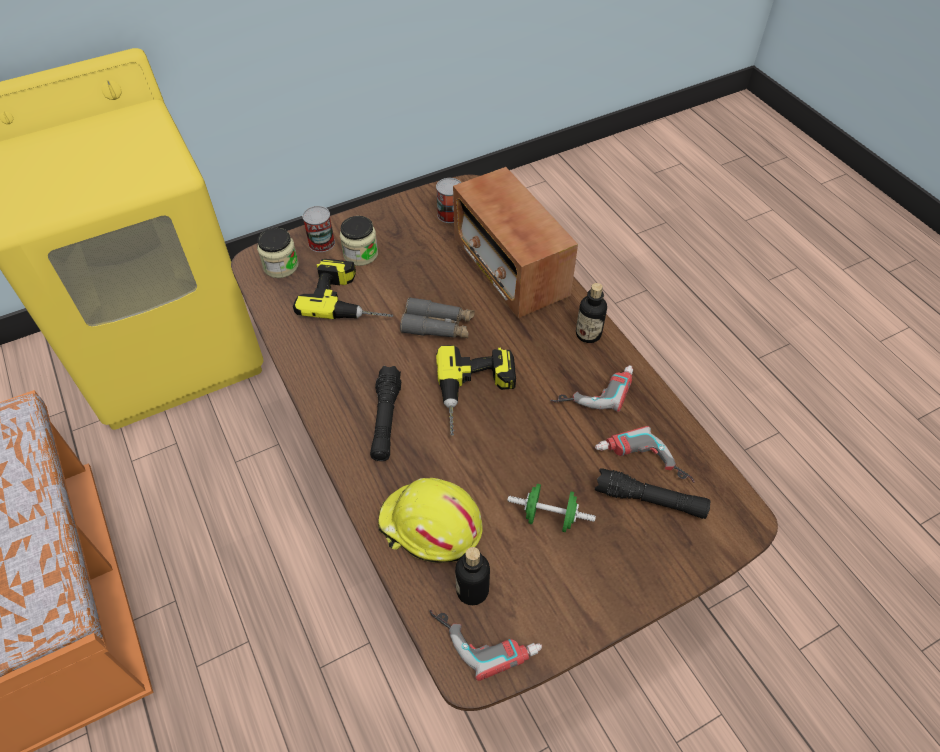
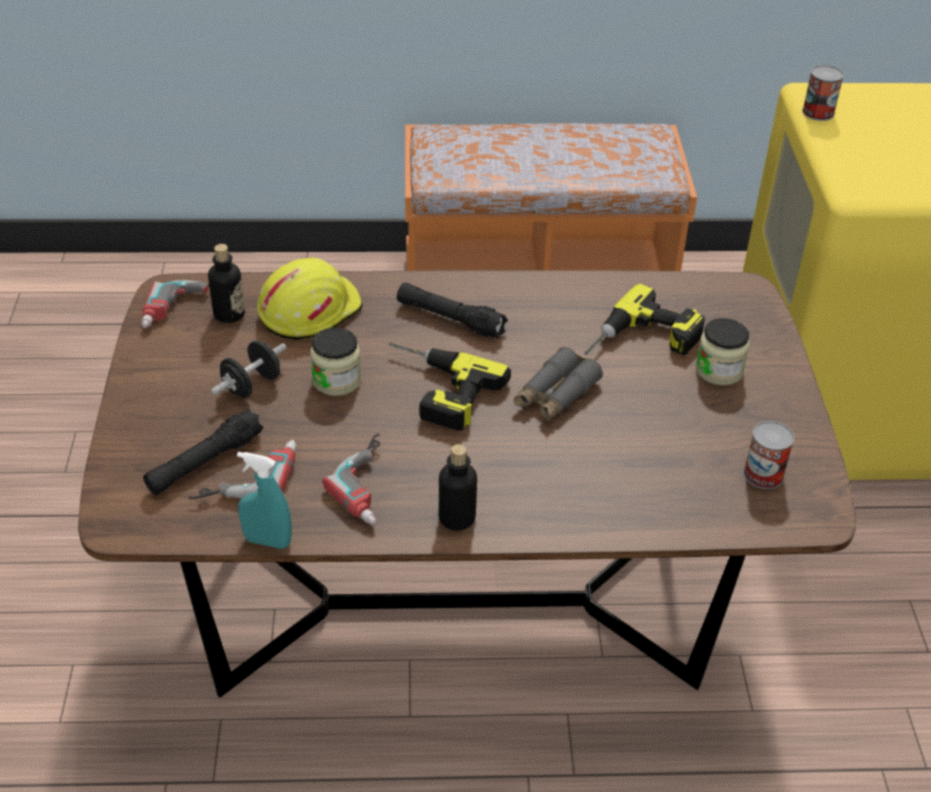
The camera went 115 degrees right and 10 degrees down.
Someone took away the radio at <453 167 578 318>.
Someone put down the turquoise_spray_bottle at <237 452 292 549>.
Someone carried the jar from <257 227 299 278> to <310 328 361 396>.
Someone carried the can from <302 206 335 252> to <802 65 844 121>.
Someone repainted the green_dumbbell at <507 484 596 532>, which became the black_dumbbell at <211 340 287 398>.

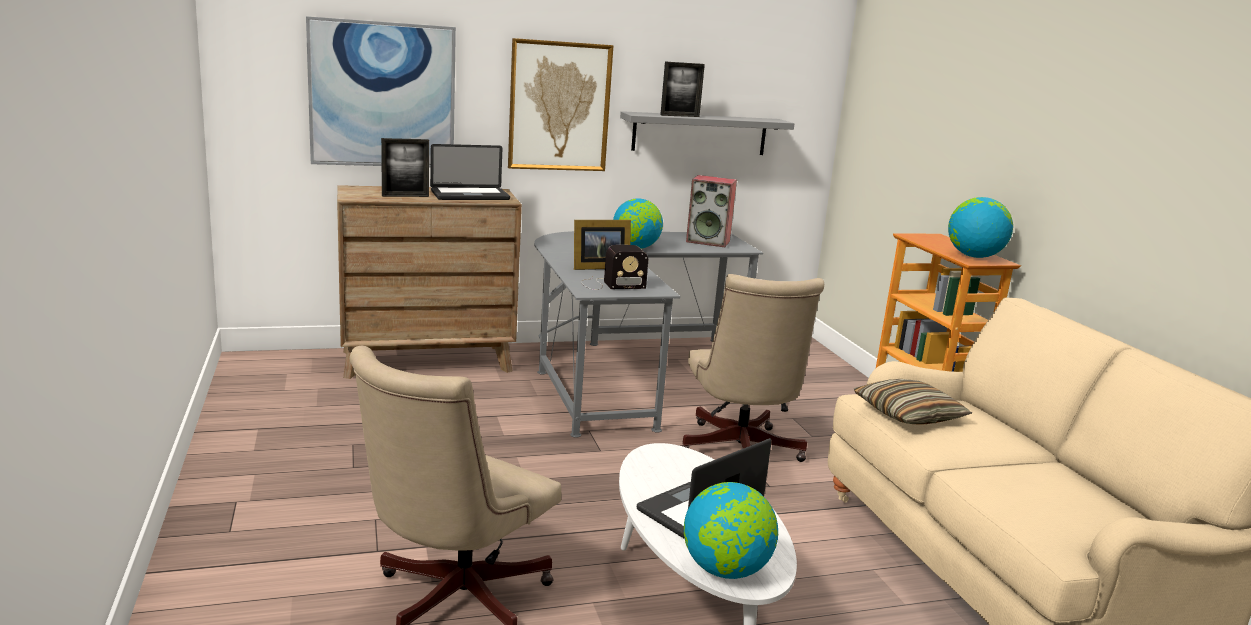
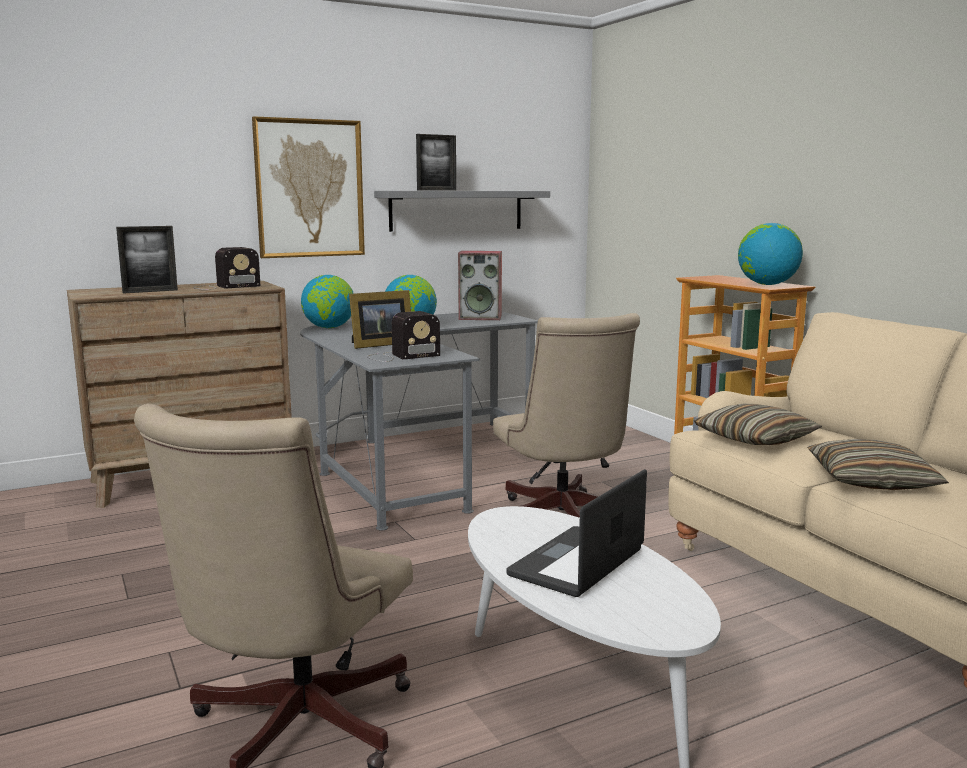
The camera went 10 degrees left and 5 degrees down.
Someone took away the picture at <306 16 456 167>.
Someone put down the pillow at <808 439 949 490>.
Someone carried the globe from <684 482 778 579> to <301 275 354 328>.
Someone swapped the laptop at <430 144 510 200> for the radio at <193 247 260 290>.

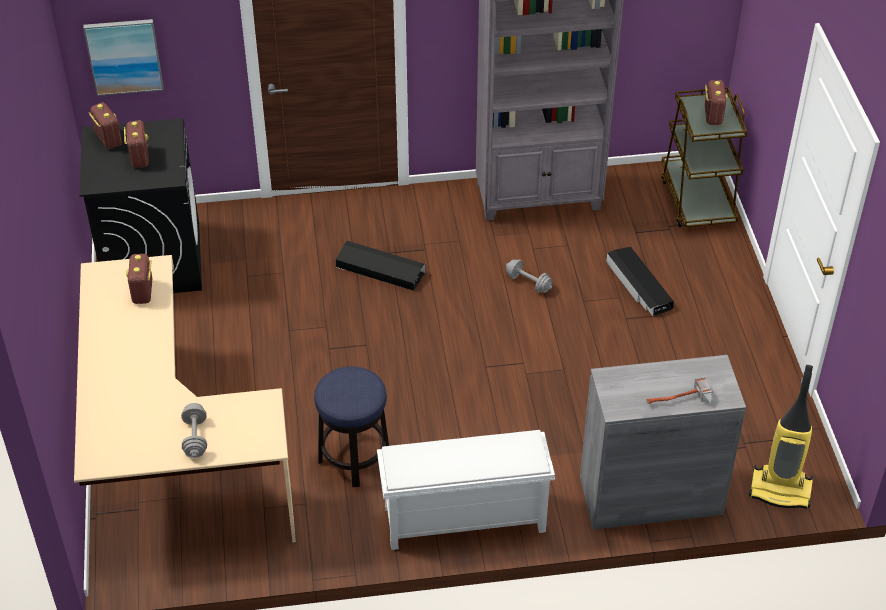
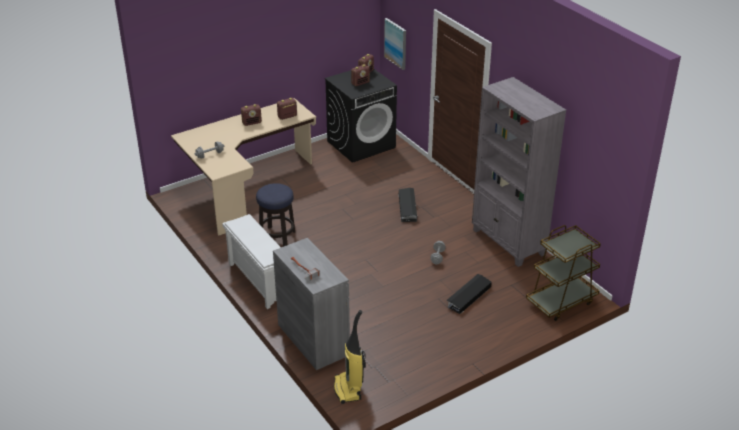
The camera went 65 degrees right and 10 degrees down.
Someone carried the radio from <705 80 728 125> to <241 104 262 126>.

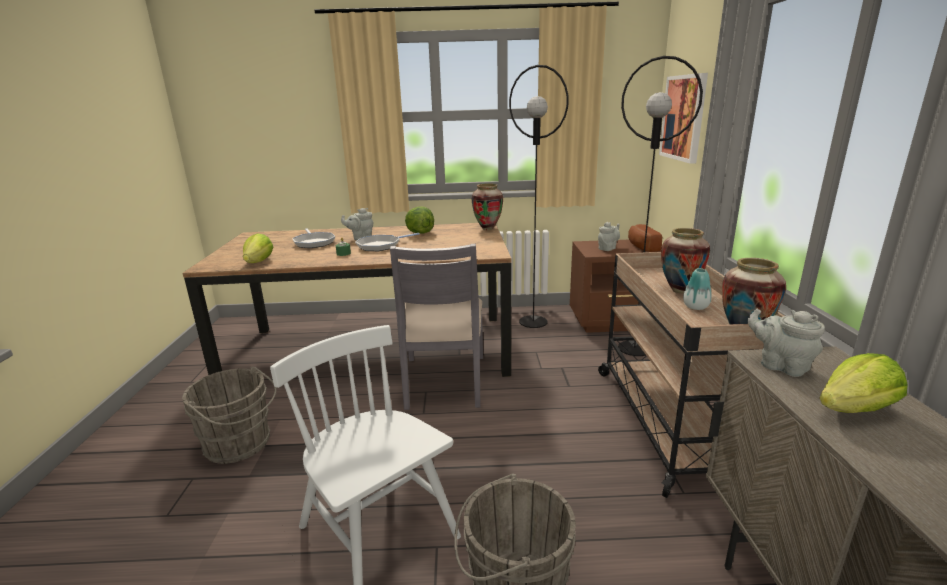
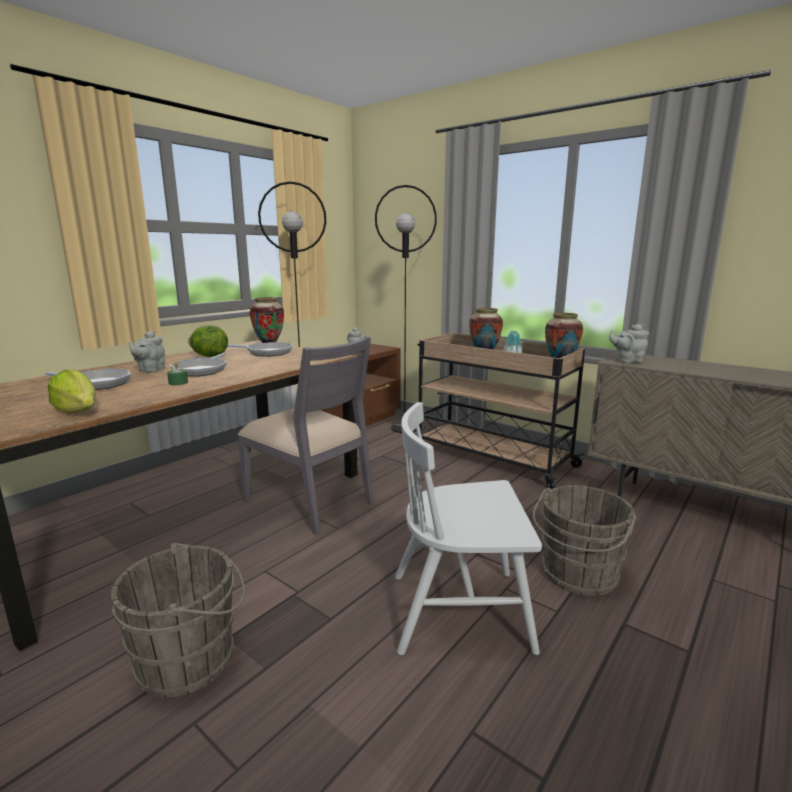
The camera went 50 degrees left and 5 degrees down.
Someone took away the bread at <628 224 662 252>.
Someone took away the picture at <659 73 708 164>.
Someone took away the lettuce at <820 353 908 413>.
Someone put down the frying_pan at <227 342 293 357>.

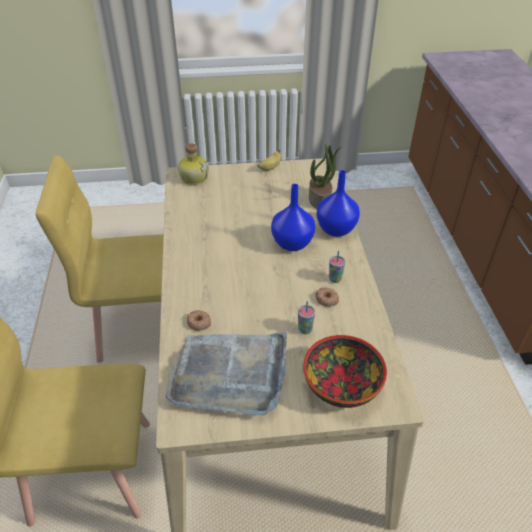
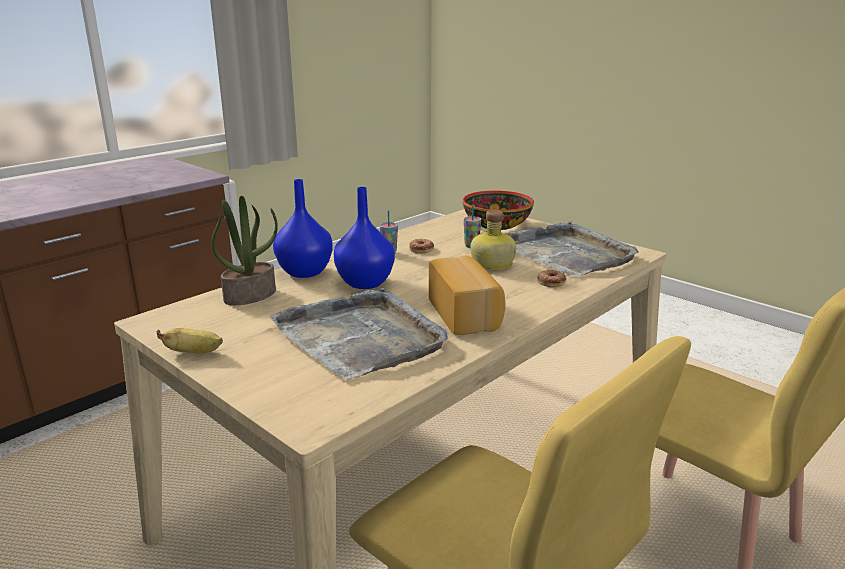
The camera went 130 degrees left and 20 degrees down.
Someone put down the grey_tray at <270 288 448 380>.
Someone put down the bread at <429 255 506 335>.
Someone carried the bottle from <178 143 209 185> to <470 210 516 271>.

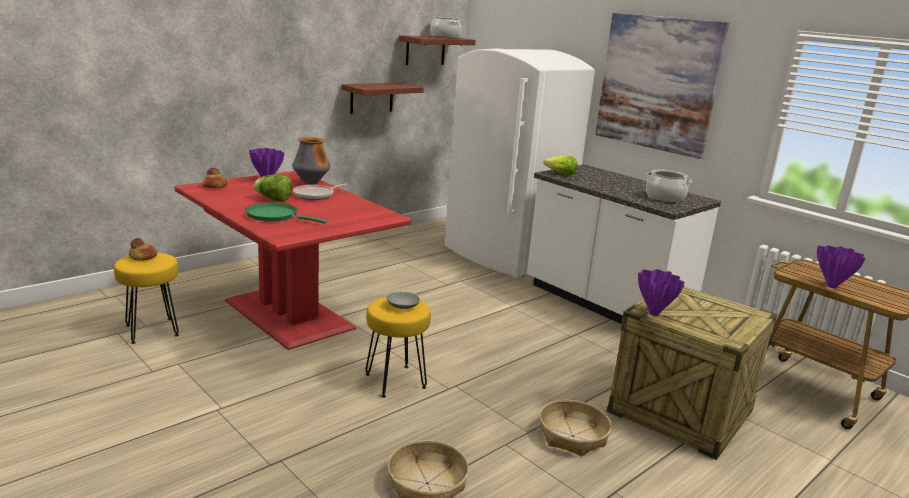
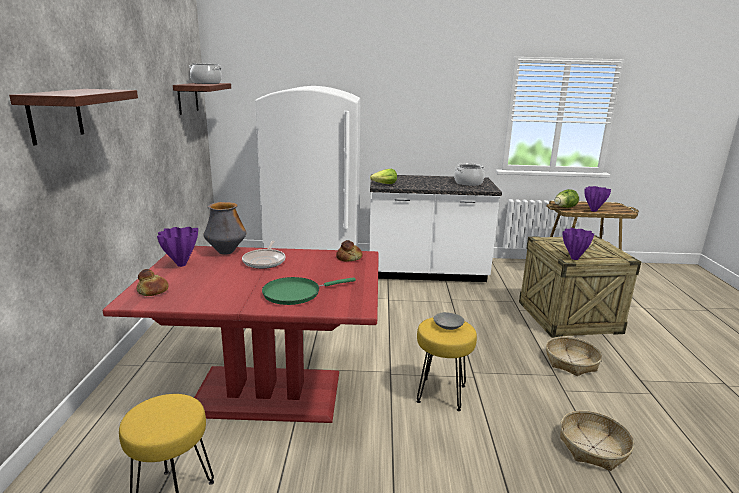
The camera went 45 degrees left and 0 degrees up.
Someone took away the picture at <595 13 729 159>.
Someone carried the bread from <129 238 157 261> to <336 240 363 262>.
Someone carried the lettuce from <253 174 292 202> to <554 189 579 208>.
Someone carried the shelf from <341 82 424 114> to <9 89 138 146>.

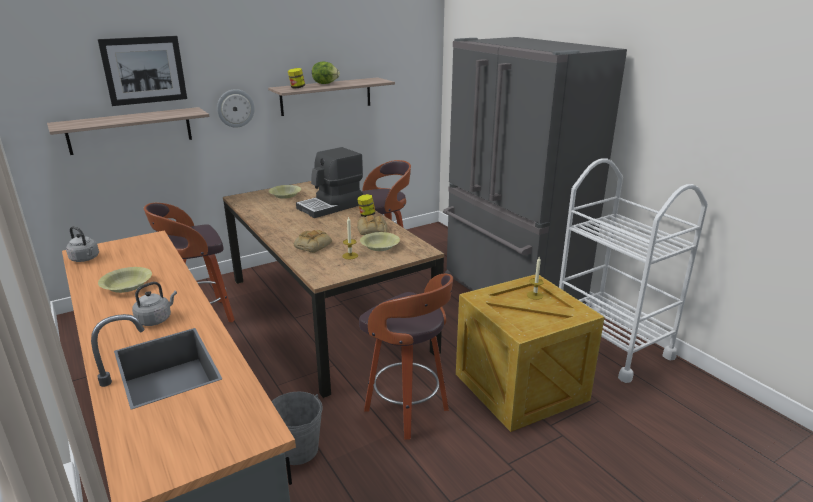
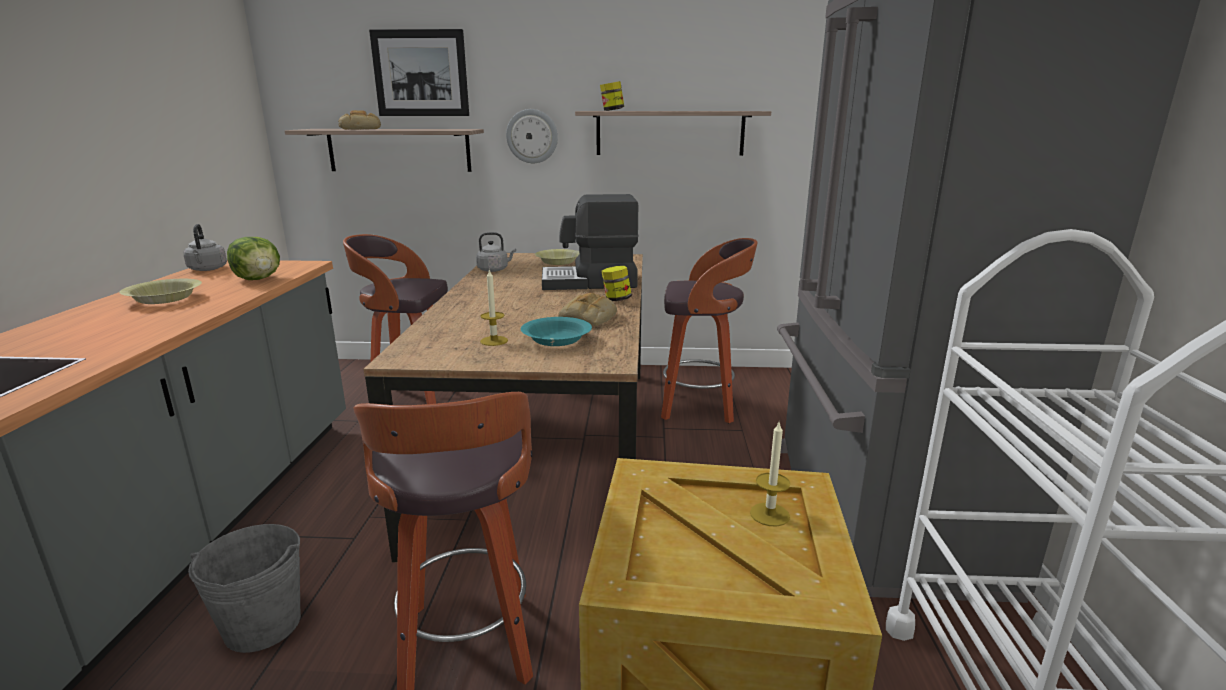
The camera went 35 degrees right and 5 degrees down.
Someone carried the grey_kettle from <132 282 177 326> to <476 232 516 272>.
Someone carried the bread from <294 230 332 253> to <338 110 381 130>.
Someone carried the lettuce from <312 61 340 84> to <227 237 280 280>.
Someone repainted the yellow_bowl at <360 232 400 251>, which became the turquoise_bowl at <521 317 592 346>.

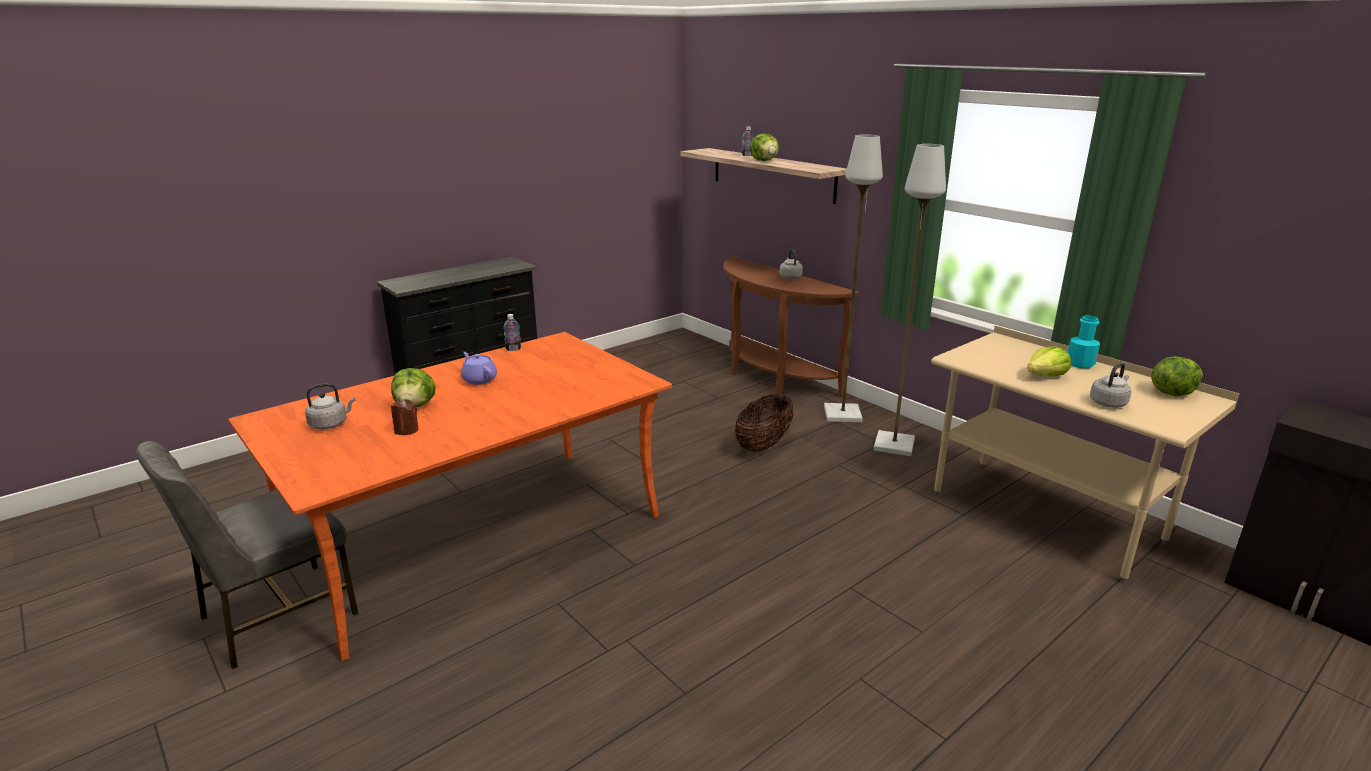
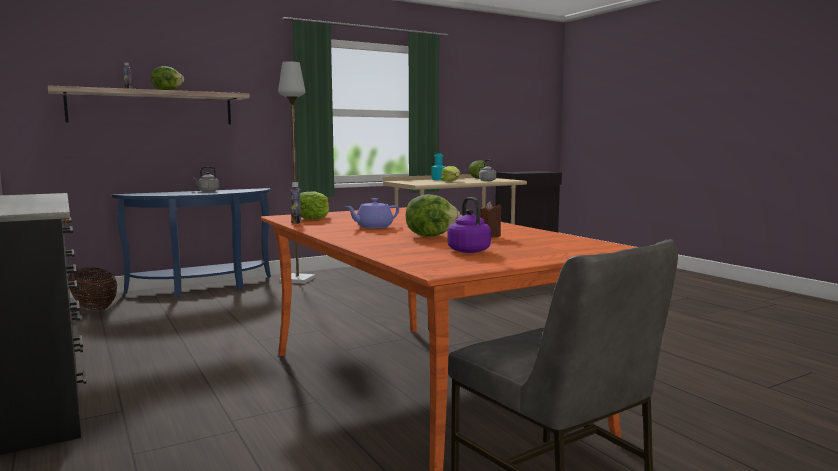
The camera went 80 degrees left and 15 degrees down.
Someone took away the grey_floor_lamp at <873 144 946 456>.
Someone put down the lettuce at <300 191 329 219>.
Someone carried the basket from <735 394 794 452> to <68 268 117 310>.
Someone repainted the grey_kettle at <305 383 355 430>, which became the purple_kettle at <448 197 491 253>.
Someone repainted the brown_console_table at <723 257 859 397>, which became the blue_console_table at <112 188 271 297>.

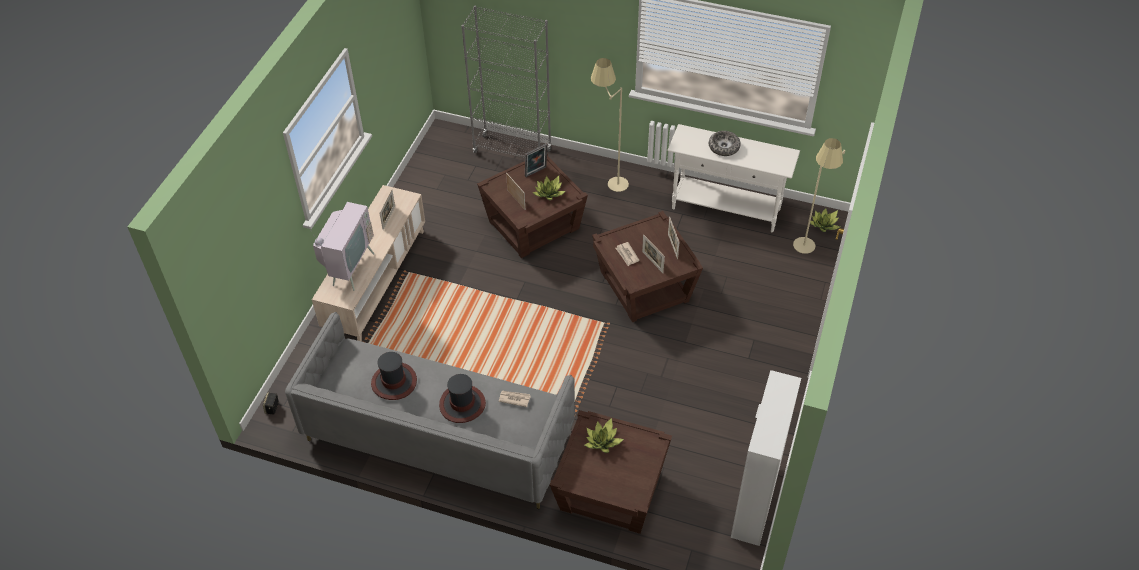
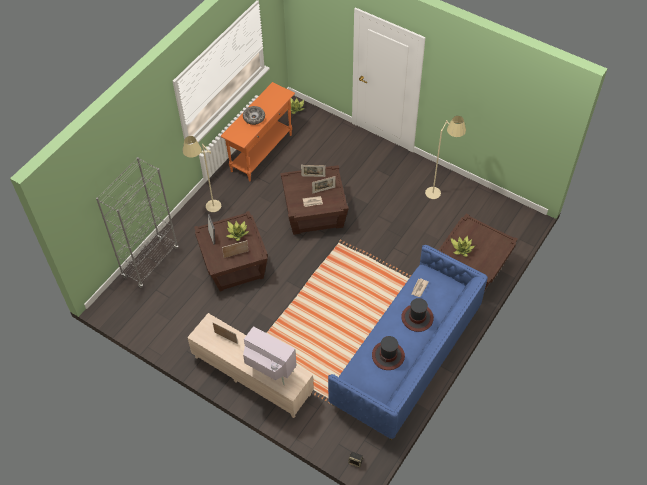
The camera went 75 degrees left and 5 degrees up.
Someone took away the cabinet at <731 370 801 546>.
Someone carried the beige_floor_lamp from <793 138 845 254> to <425 116 466 199>.
Someone repainted the grey_sofa at <285 312 575 509>, which became the blue_sofa at <328 245 488 440>.
Someone repainted the white_console_table at <667 124 800 232>, which became the orange_console_table at <221 82 295 182>.

